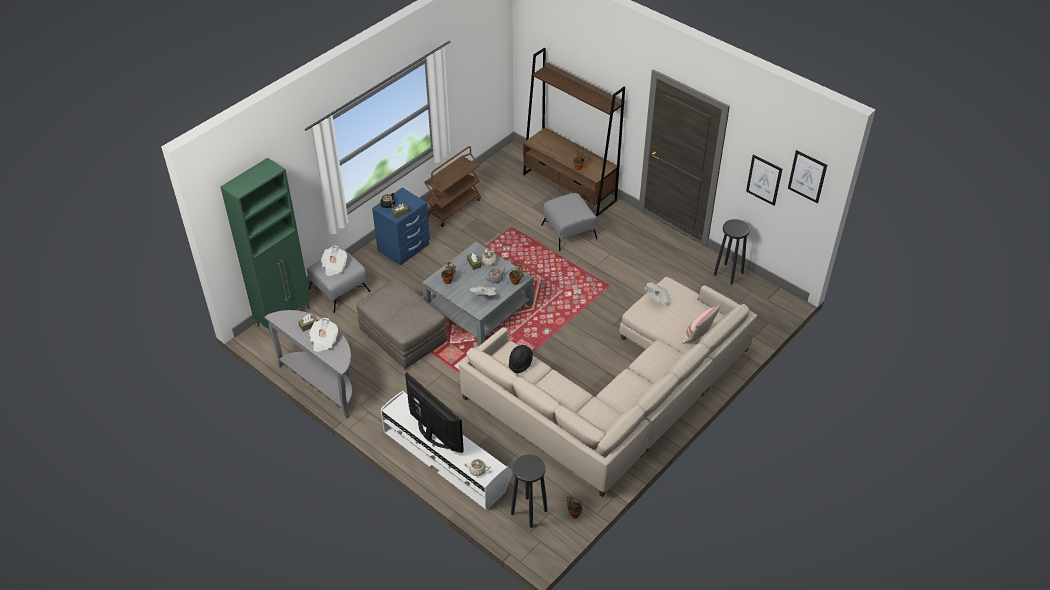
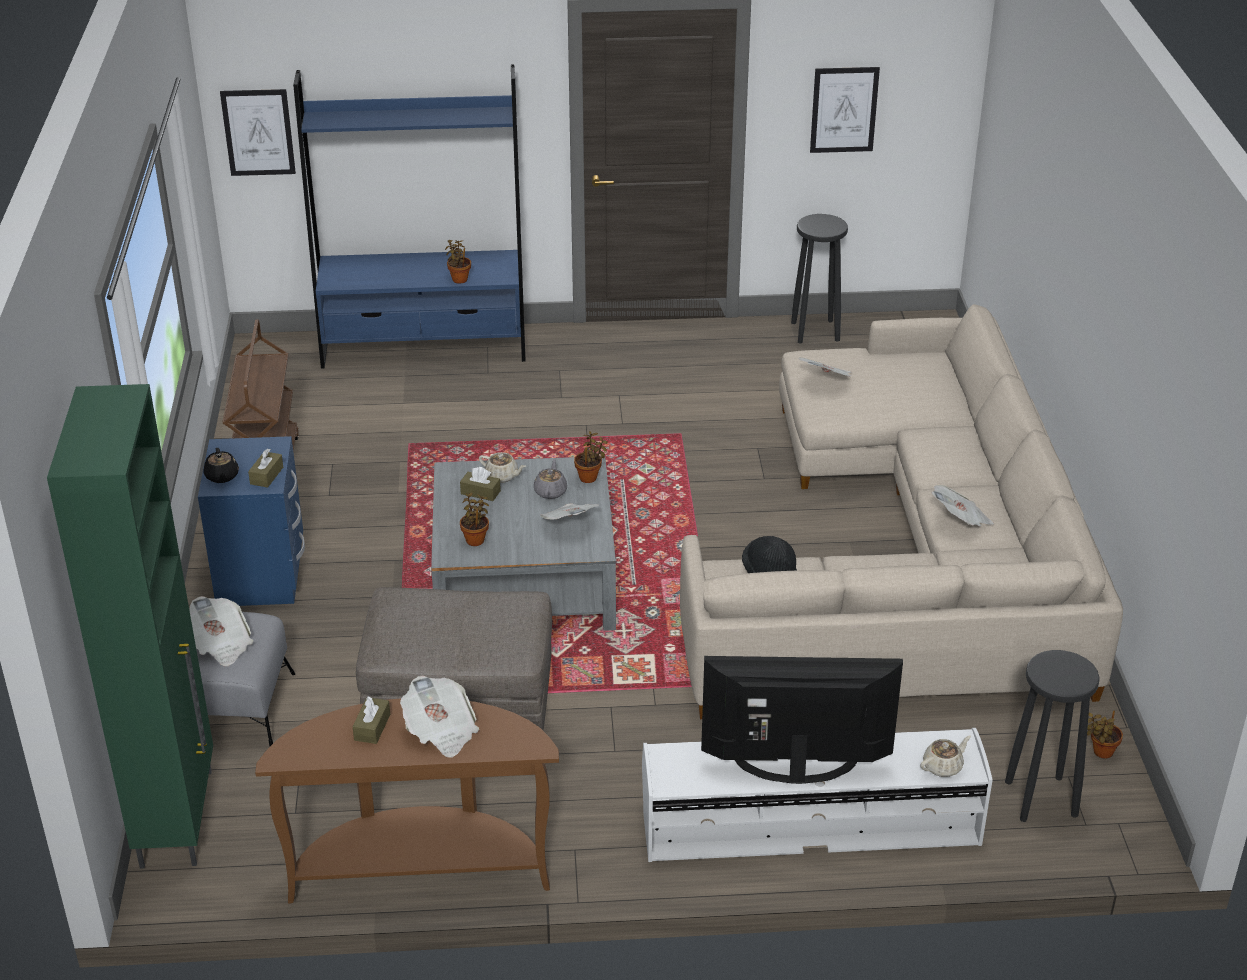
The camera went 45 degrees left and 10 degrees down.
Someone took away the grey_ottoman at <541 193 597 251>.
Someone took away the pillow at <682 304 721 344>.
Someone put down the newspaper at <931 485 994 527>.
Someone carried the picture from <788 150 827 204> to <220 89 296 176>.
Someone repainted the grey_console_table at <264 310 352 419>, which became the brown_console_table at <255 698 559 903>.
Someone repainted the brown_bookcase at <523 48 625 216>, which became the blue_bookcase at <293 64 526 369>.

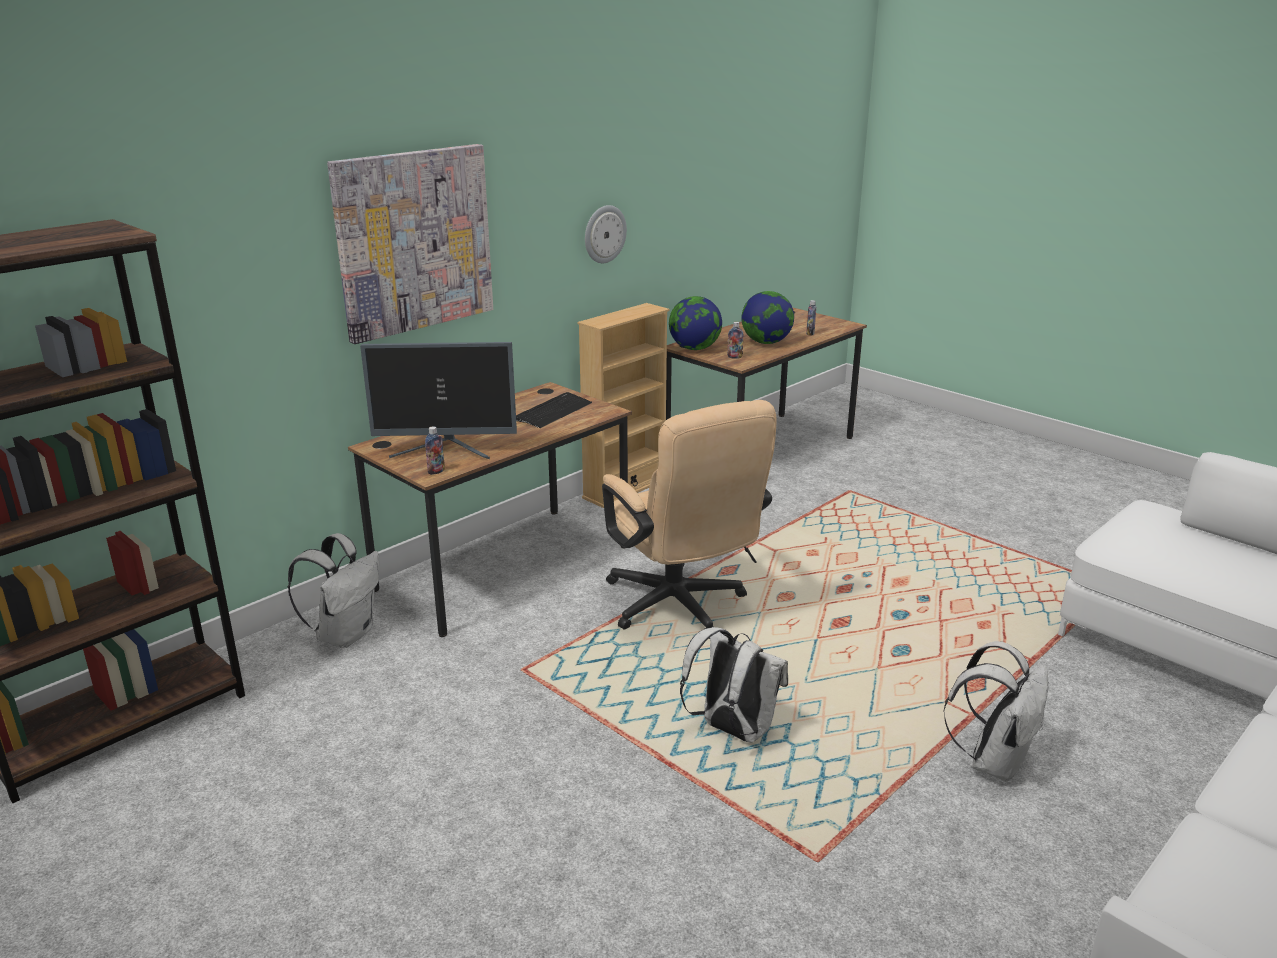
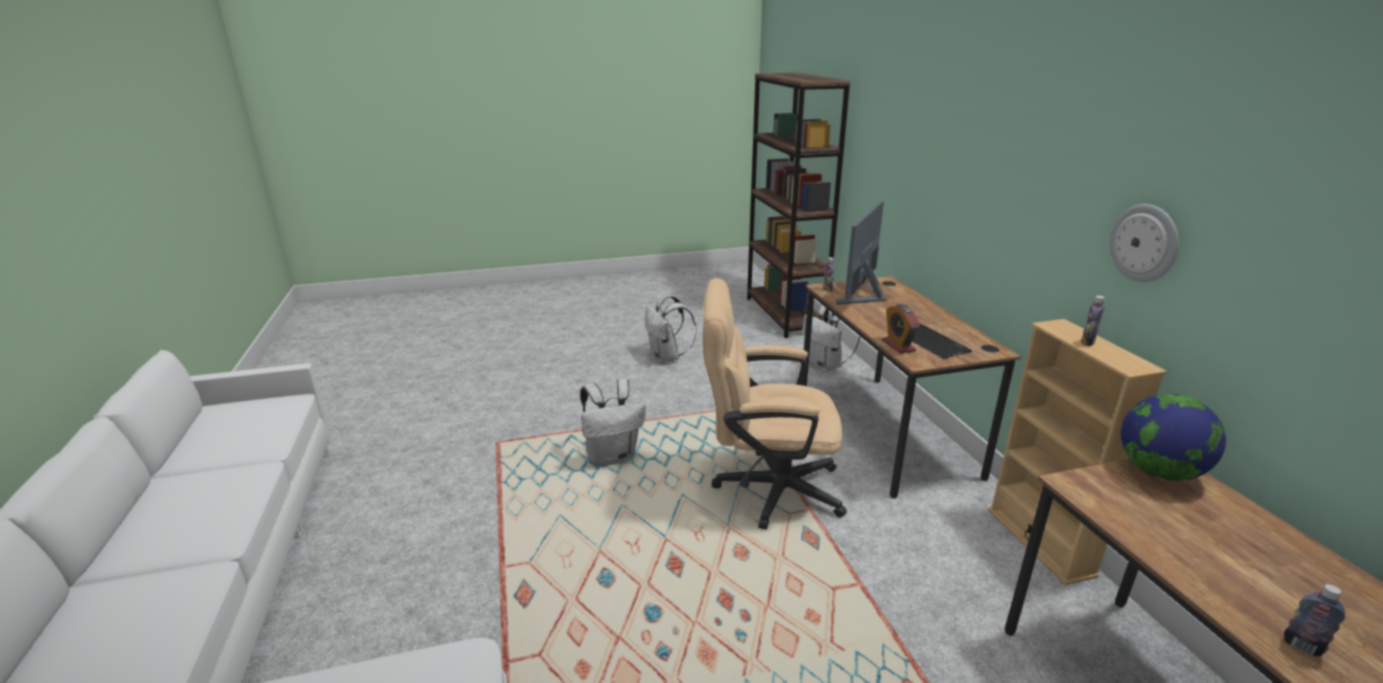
The camera went 120 degrees right and 0 degrees up.
Someone took away the picture at <327 144 493 344>.
Someone took away the globe at <741 291 794 344>.
Someone put down the alarm_clock at <882 304 920 354>.
Someone carried the bottle from <727 322 744 359> to <1081 296 1105 346>.
Someone carried the white_backpack from <943 641 1048 782> to <645 295 697 363>.

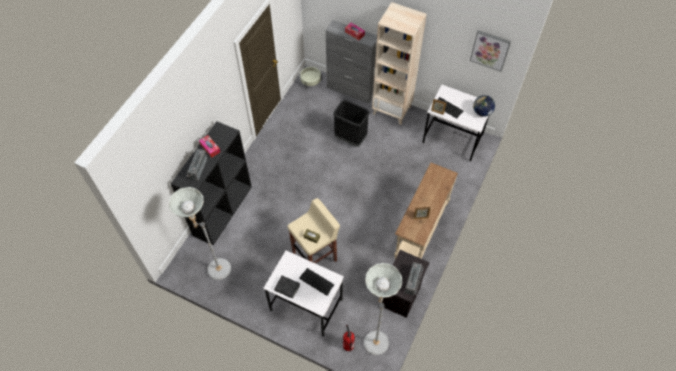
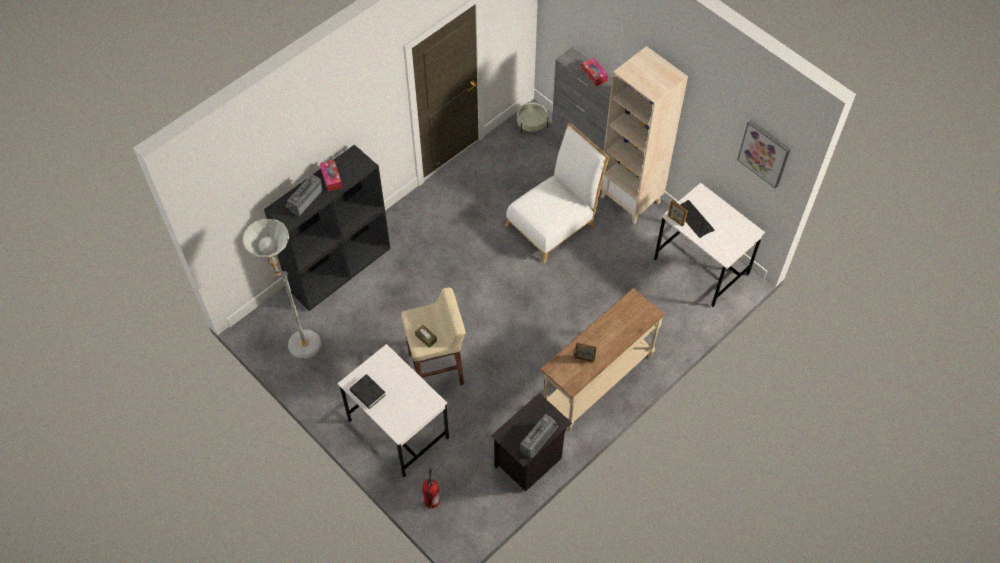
The camera went 20 degrees right and 0 degrees up.
Someone took away the keyboard at <299 268 334 296>.
Someone took away the grey_floor_lamp at <364 263 402 355>.
Someone took away the globe at <473 95 495 117>.
Someone swapped the black_trash_can at <333 100 370 147> for the white_chair at <505 122 609 263>.

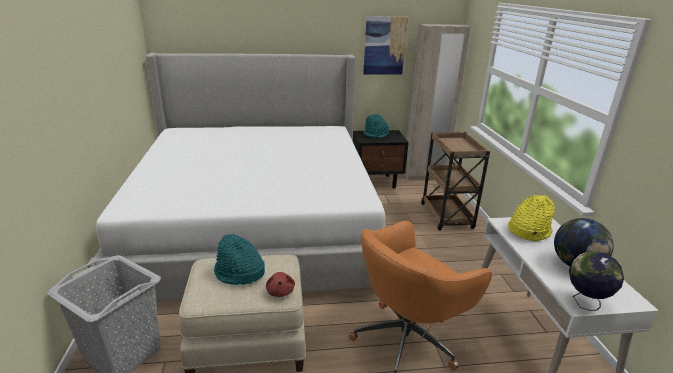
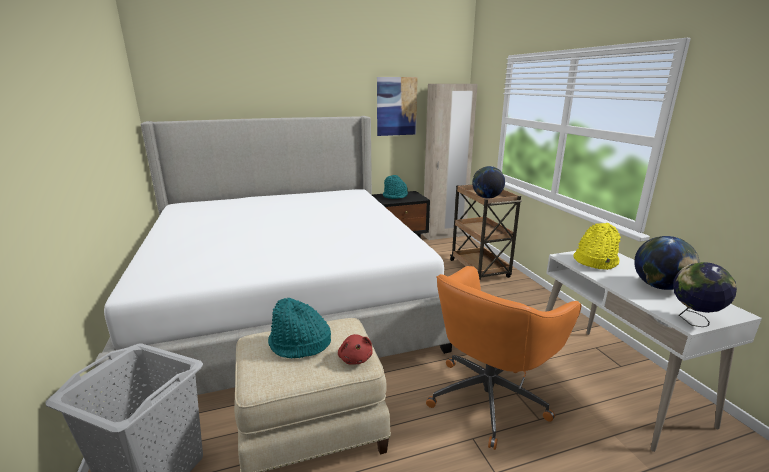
The camera went 10 degrees left and 5 degrees down.
Someone put down the globe at <472 166 505 199>.

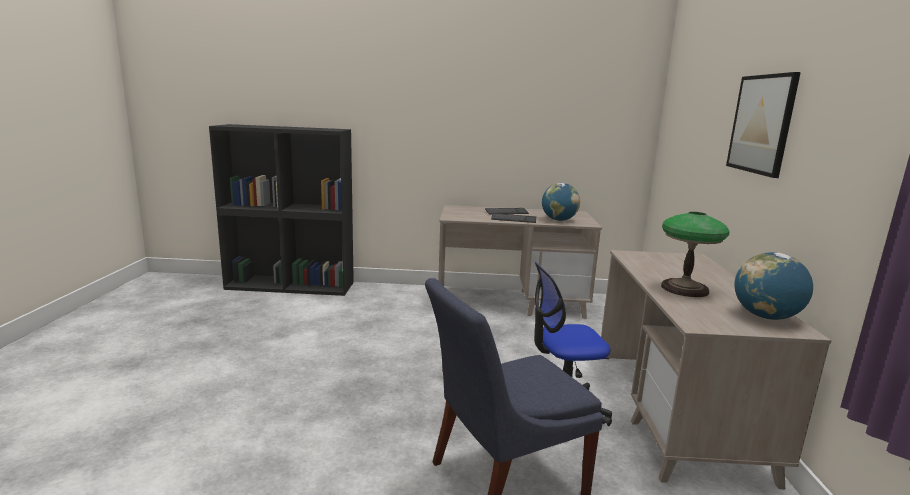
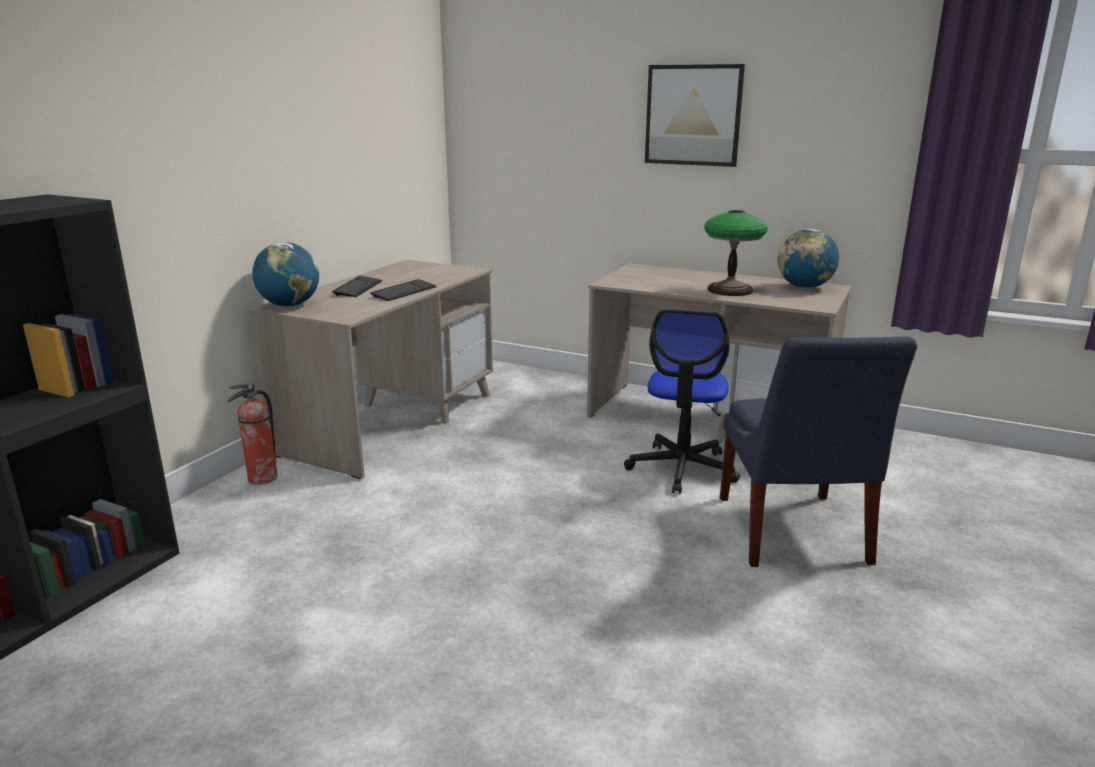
The camera went 65 degrees left and 5 degrees up.
Someone put down the fire_extinguisher at <228 383 278 485>.
Someone carried the globe from <542 183 580 221> to <252 242 319 306>.

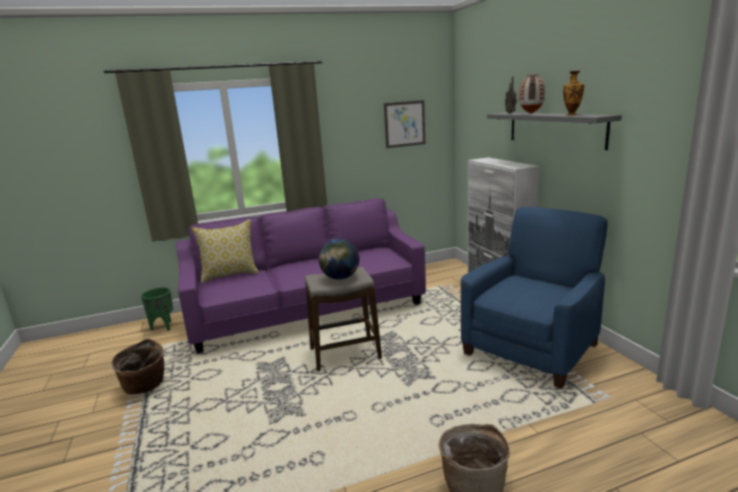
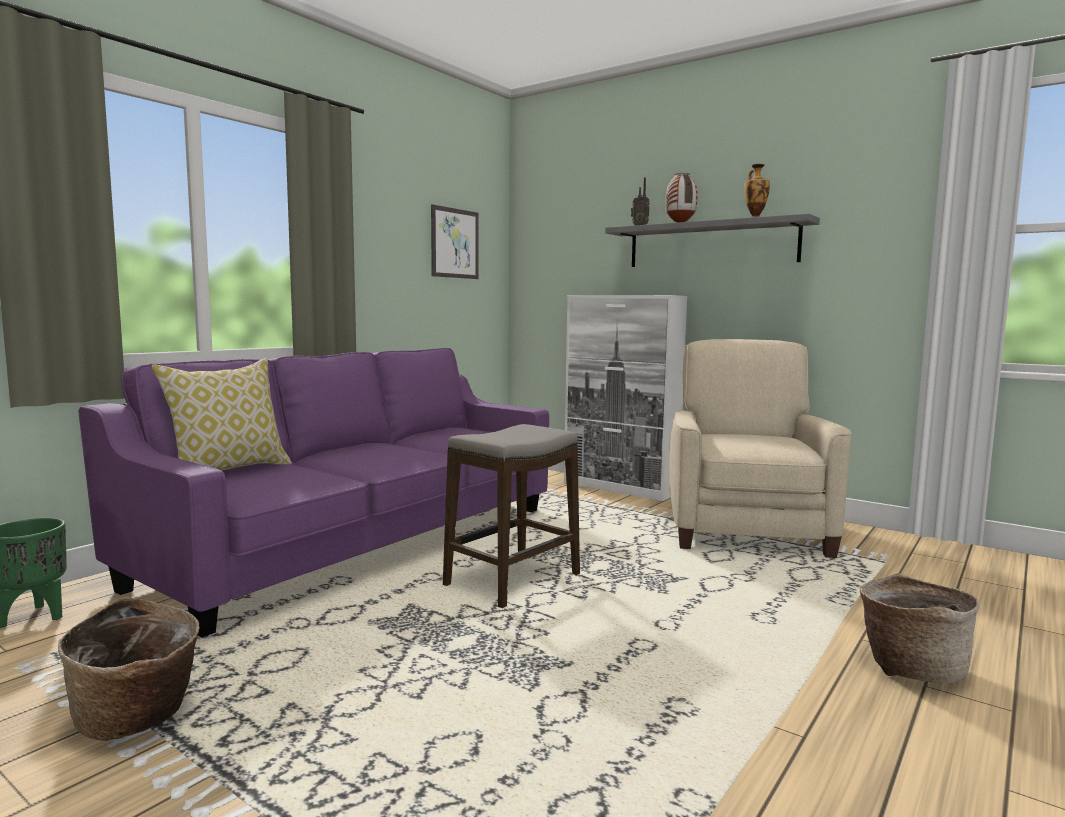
The camera went 35 degrees left and 10 degrees down.
Someone took away the globe at <319 239 359 280>.
Someone repainted the blue_armchair at <461 207 607 389>, which became the beige_armchair at <669 339 852 558>.

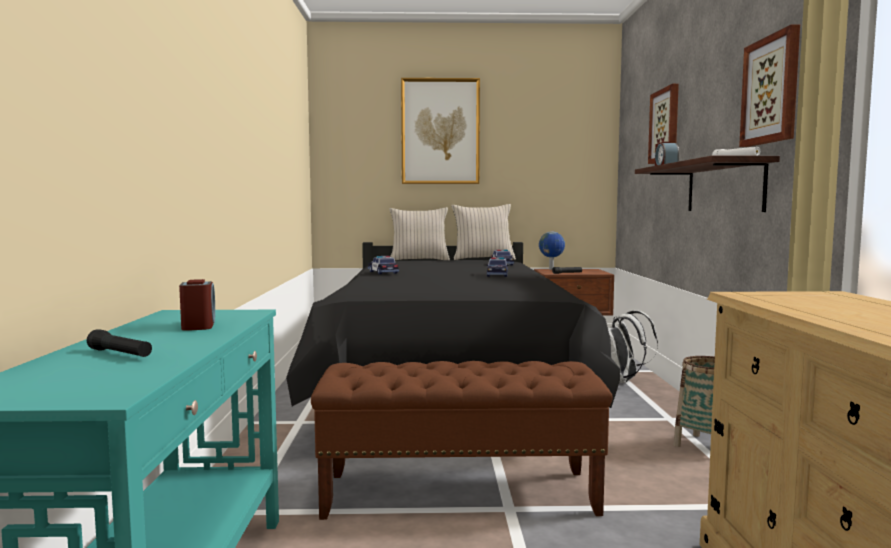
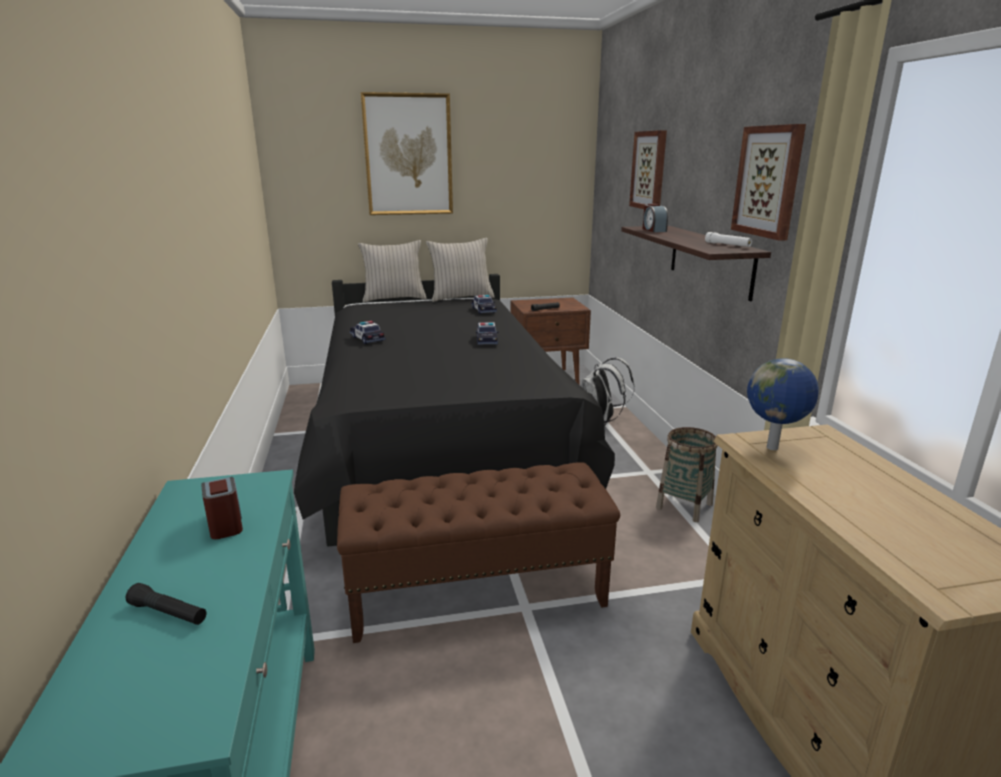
The camera went 10 degrees left and 15 degrees up.
Someone carried the globe from <539 232 565 270> to <747 358 819 450>.

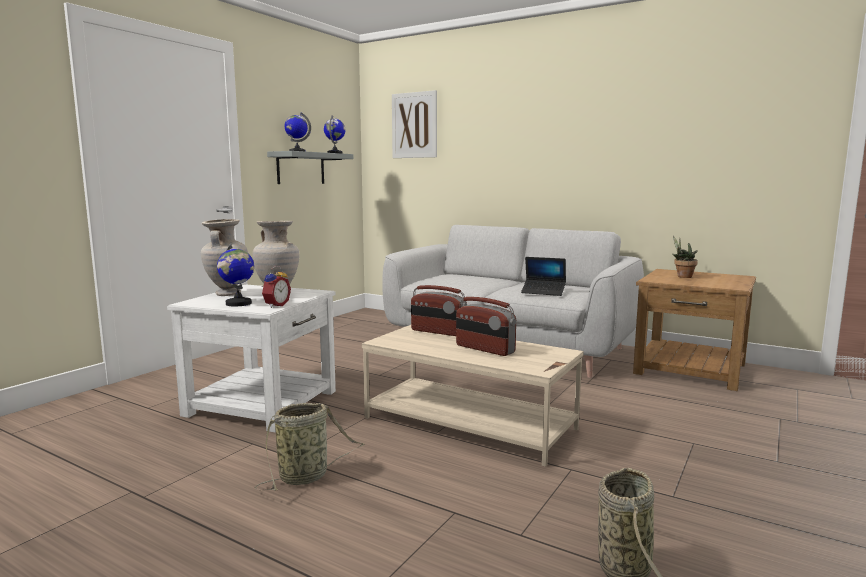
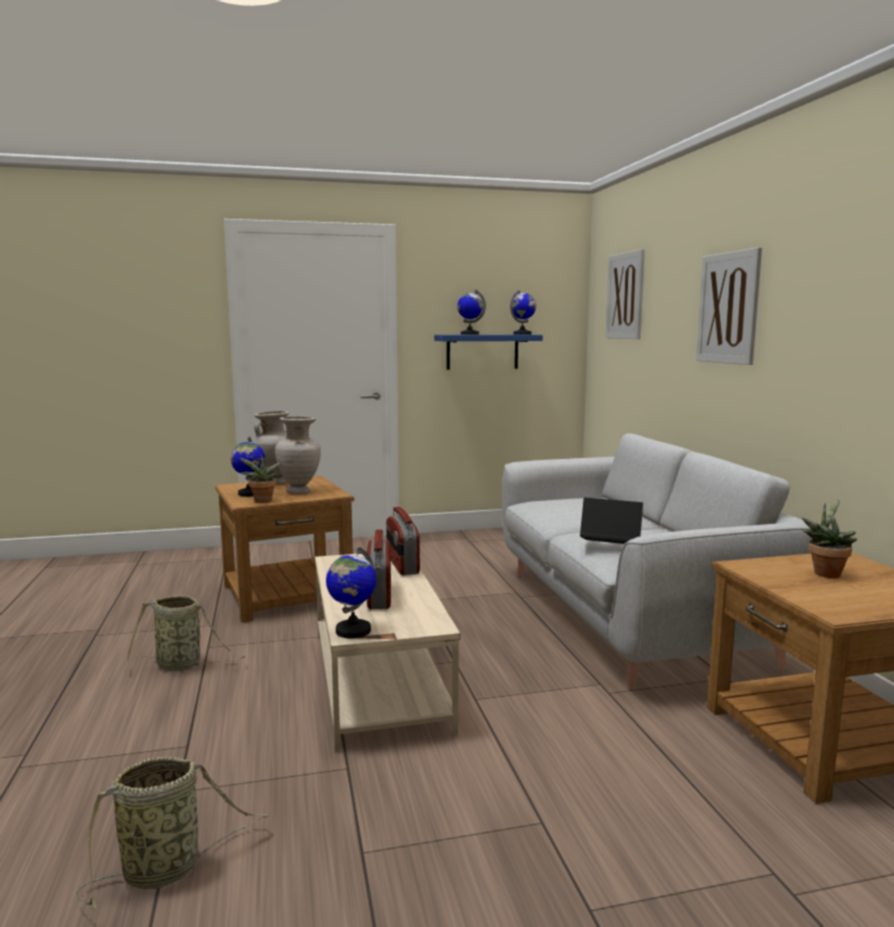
The camera went 45 degrees right and 0 degrees up.
Someone put down the globe at <326 547 376 639>.
Someone put up the picture at <696 247 762 365>.
Someone swapped the alarm_clock at <261 266 291 308> for the potted_plant at <239 454 282 503>.
Someone repainted the white_side_table at <167 285 336 433>, which became the brown_side_table at <215 476 354 623>.
Someone repainted the grey_shelf at <267 151 353 184>, which became the blue_shelf at <434 335 543 370>.
Someone rotated the laptop at <521 257 566 296> by 135 degrees clockwise.

